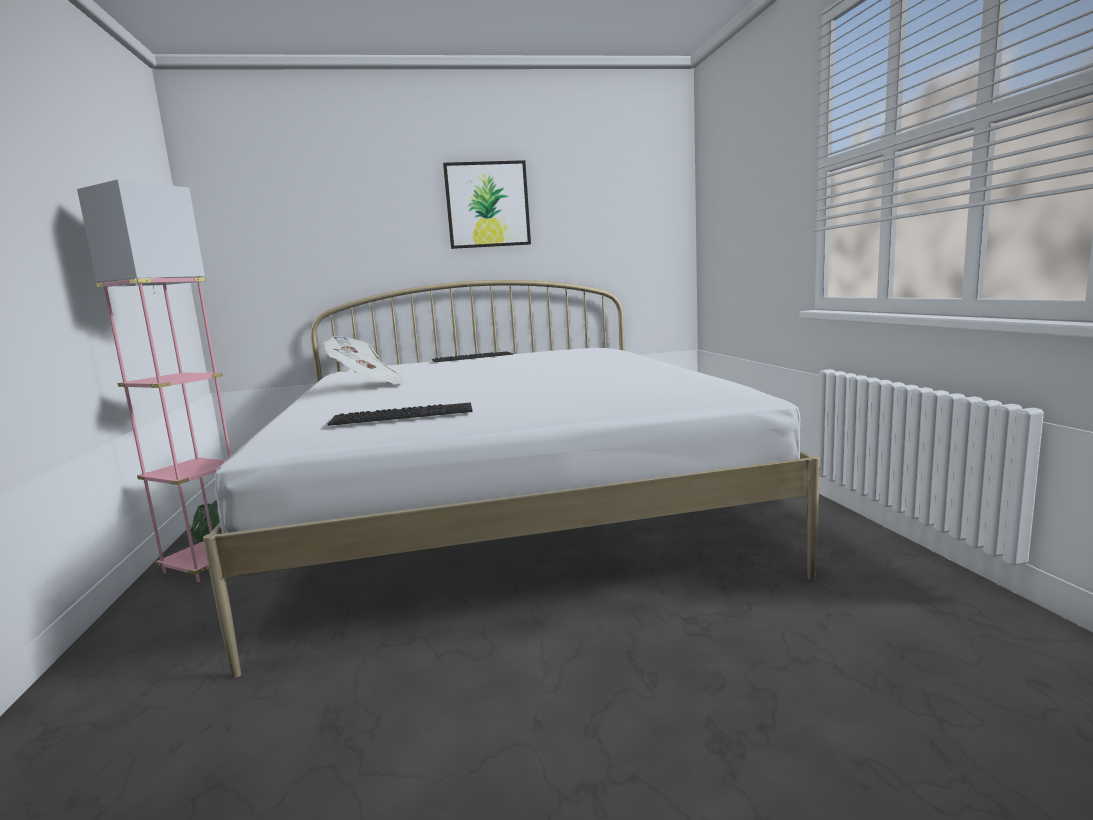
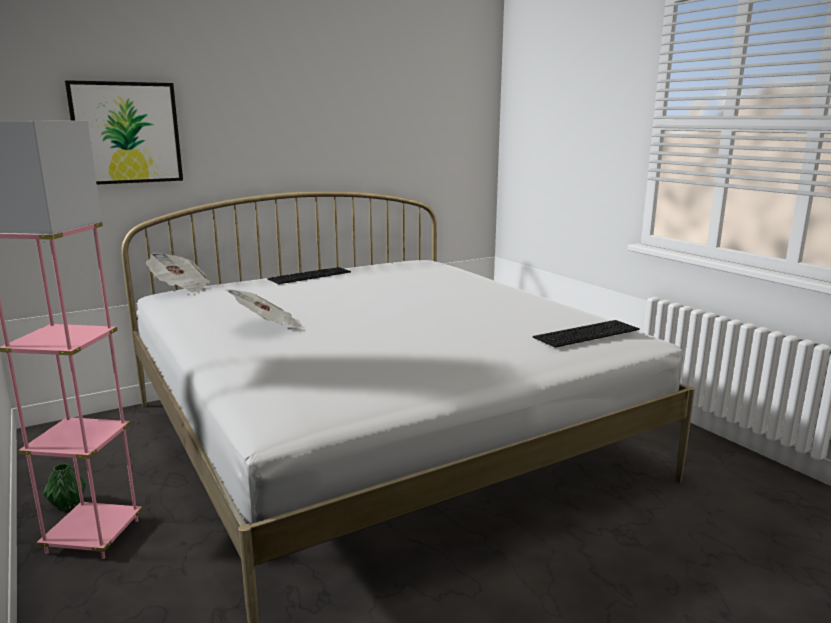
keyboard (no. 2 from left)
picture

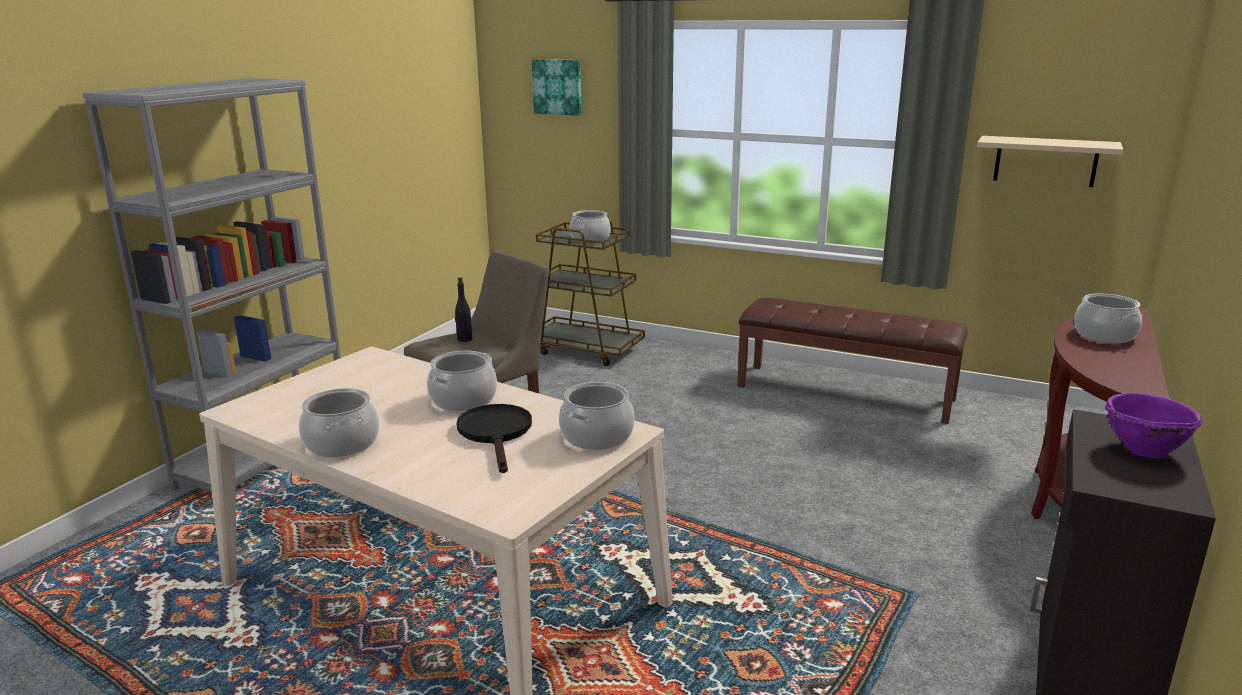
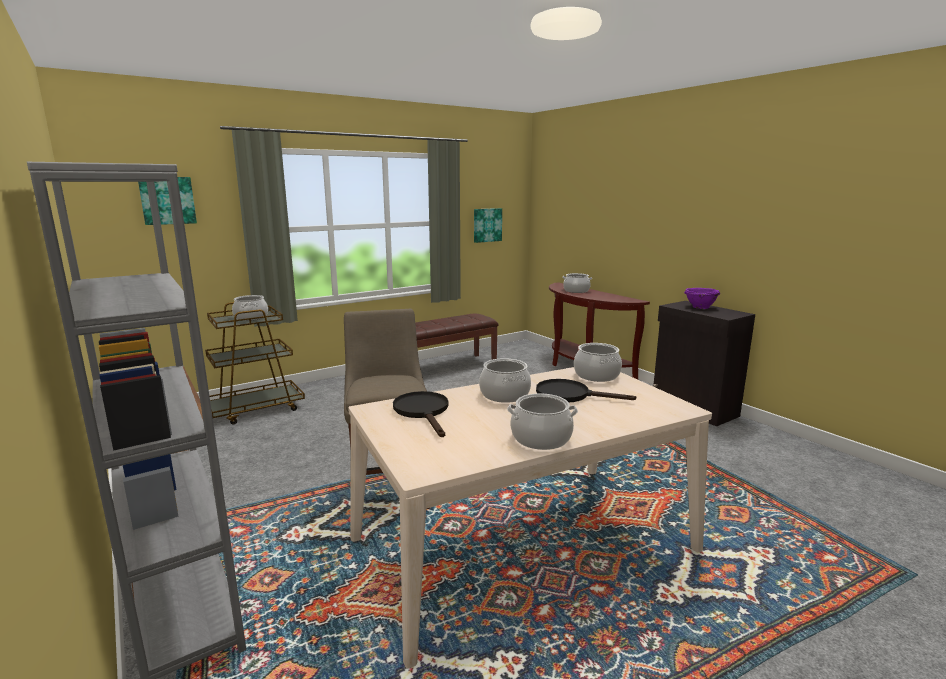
black bottle
picture (no. 2 from left)
black frying pan (no. 1 from left)

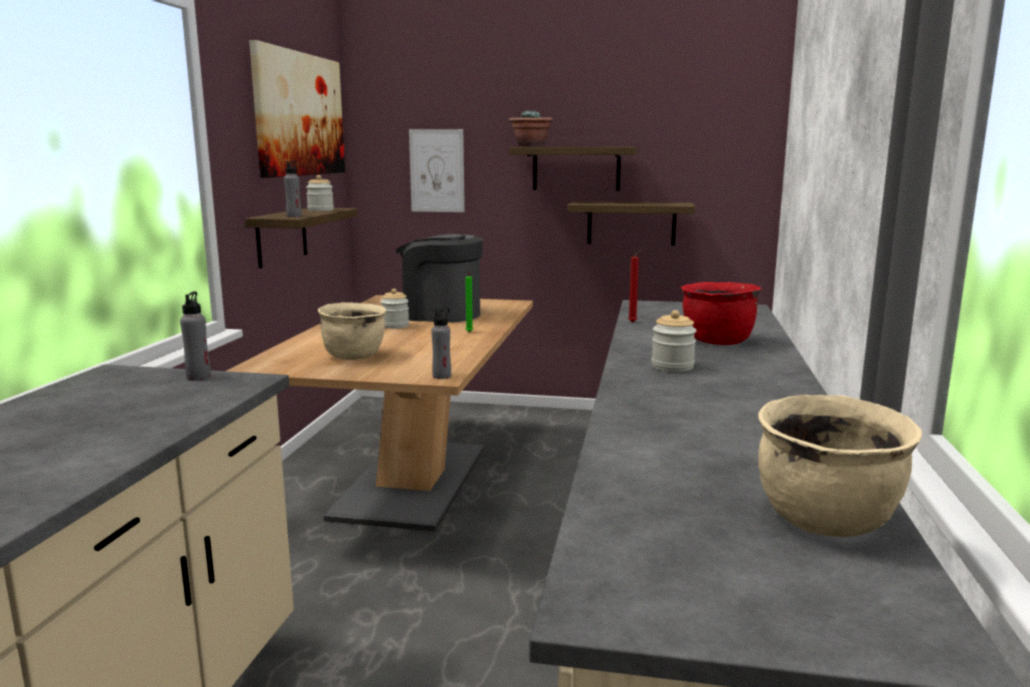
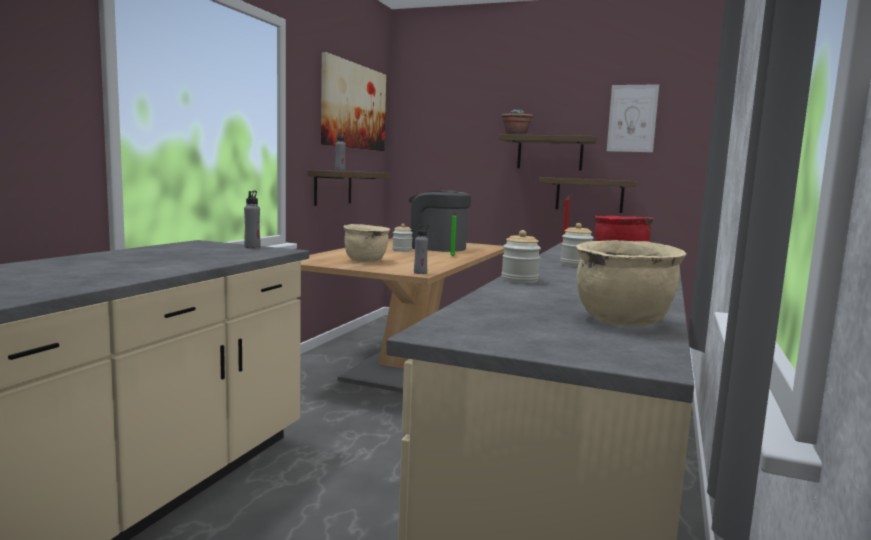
jar (no. 2 from left)
picture (no. 2 from left)

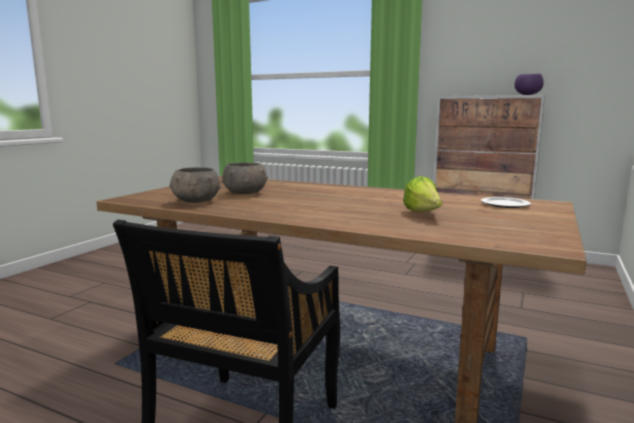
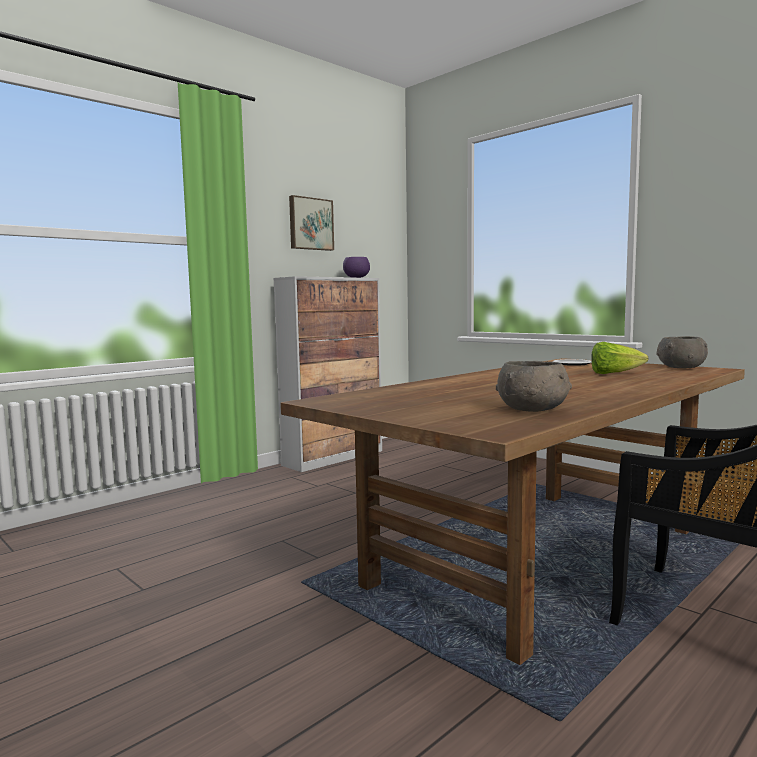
grey bowl (no. 2 from left)
picture

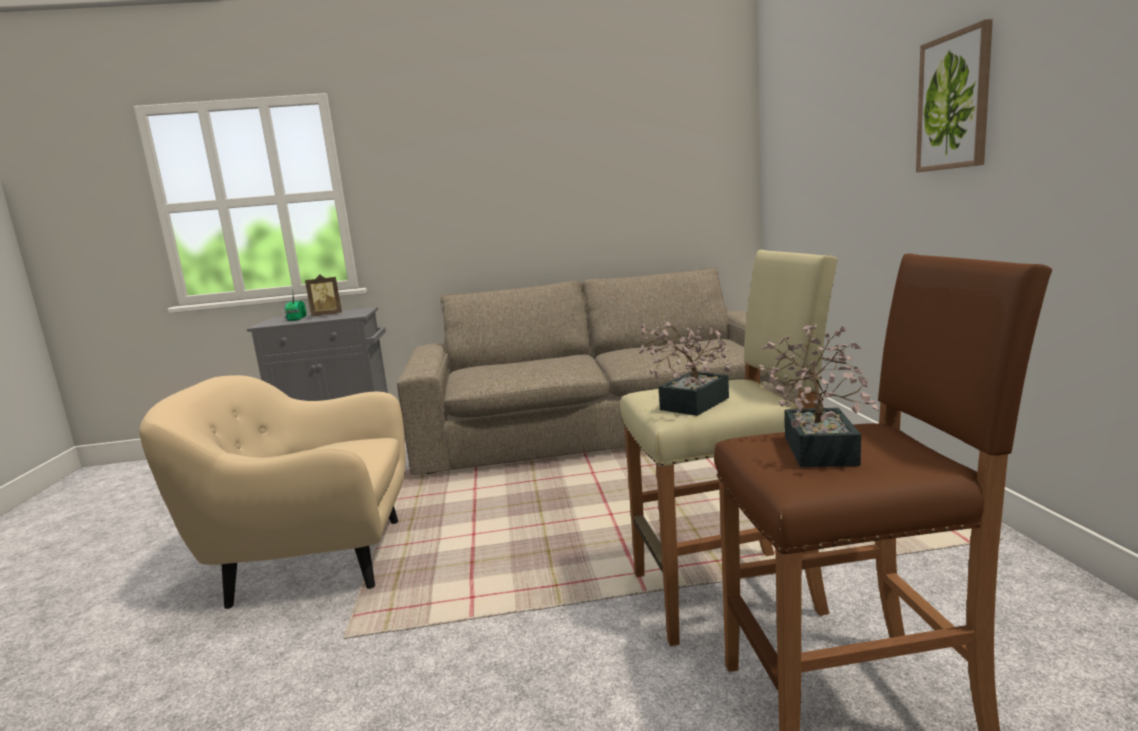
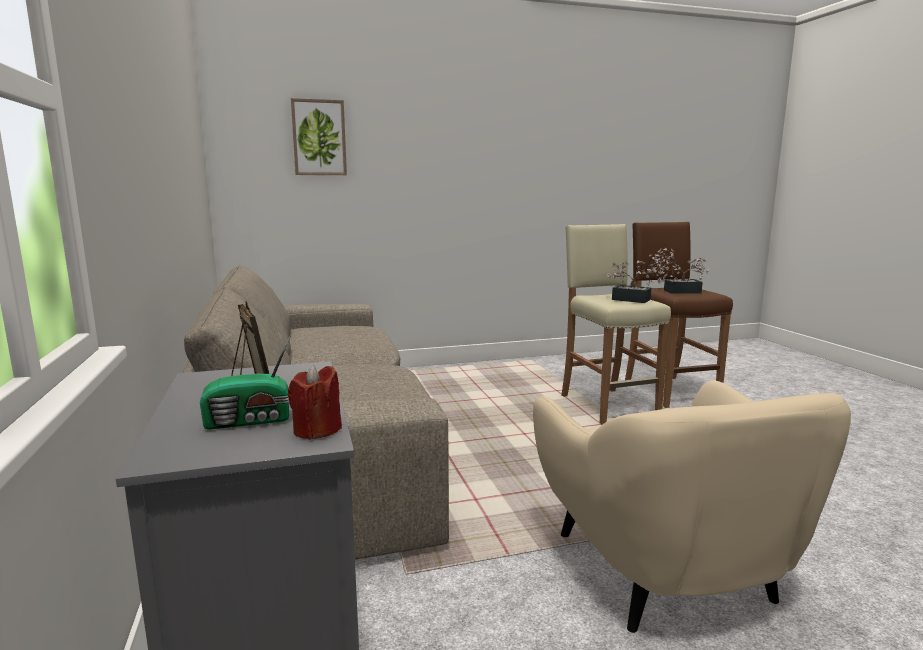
picture
red candle

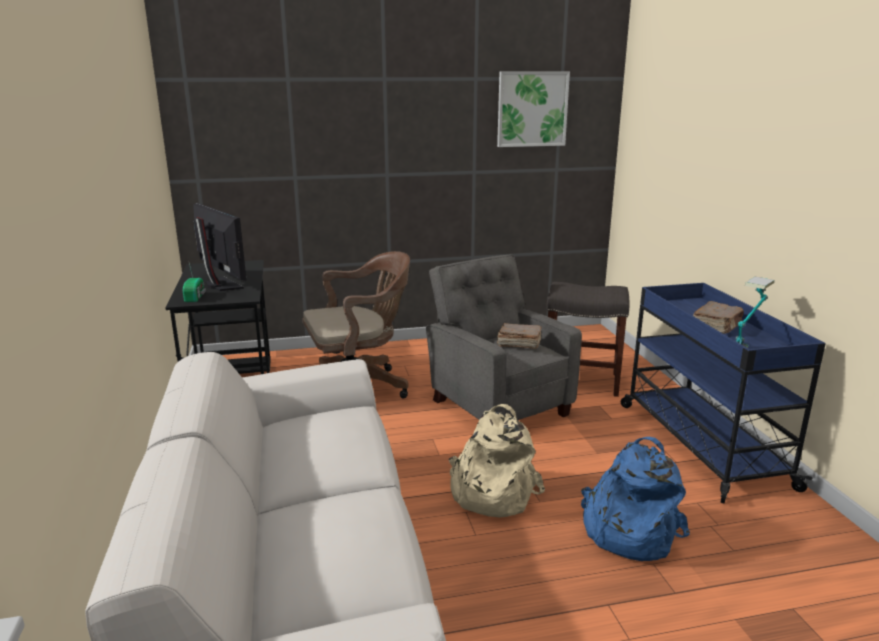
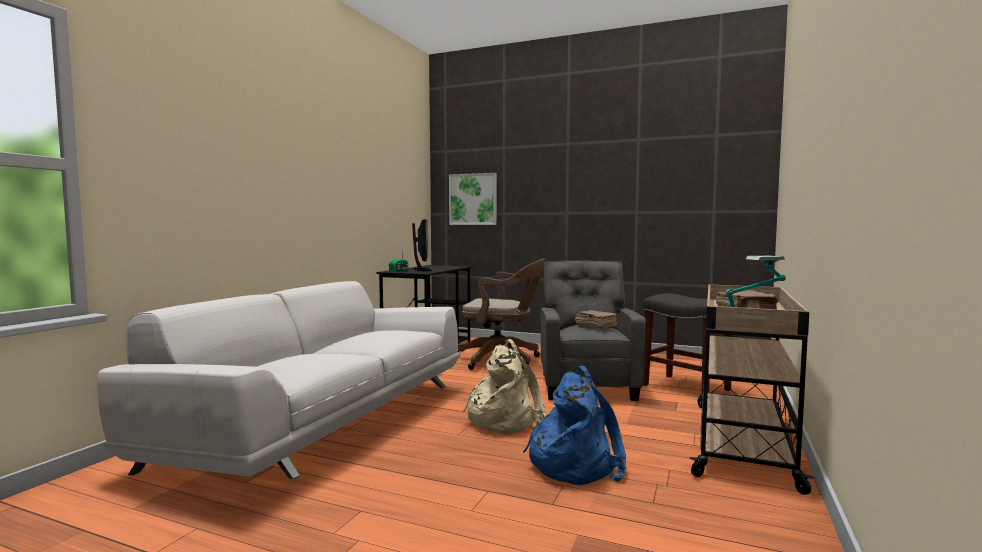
picture
beige cart

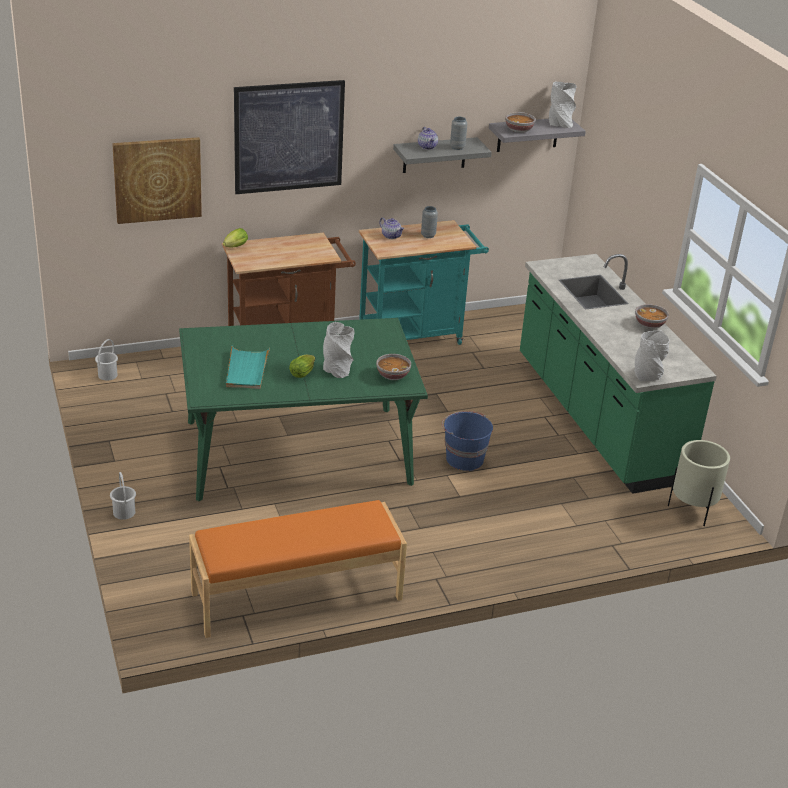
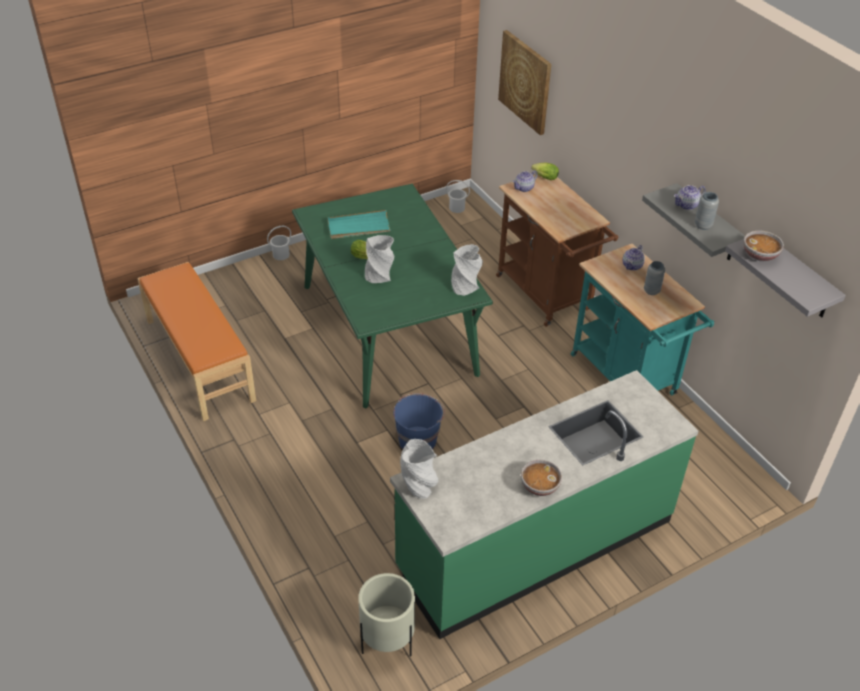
picture (no. 2 from left in the first image)
bowl (no. 1 from left in the first image)
grey vase (no. 3 from left)
teapot (no. 1 from left)

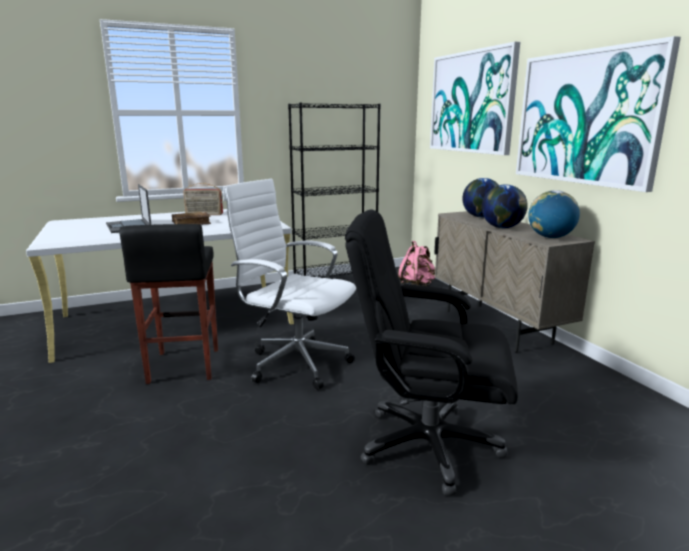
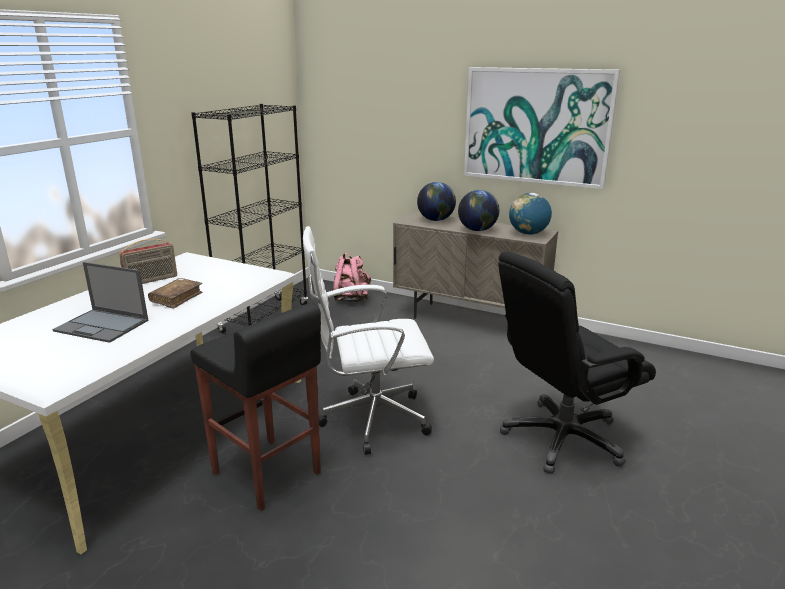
picture (no. 1 from left in the first image)

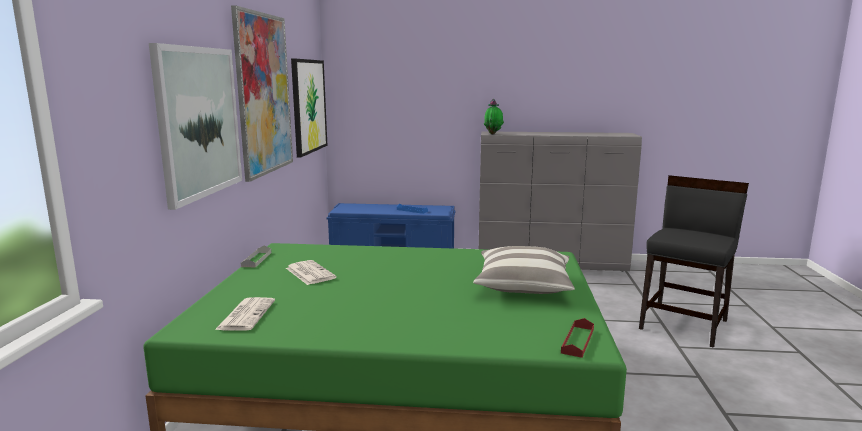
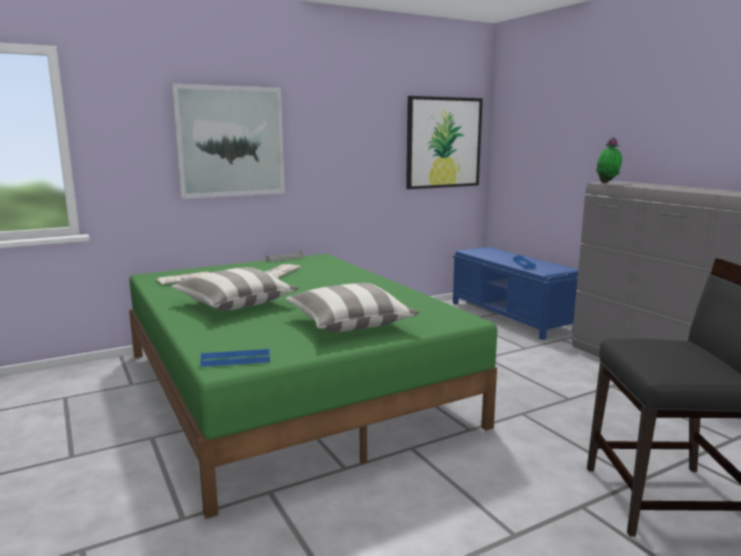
picture (no. 2 from left in the first image)
blue tray (no. 1 from left)
pillow (no. 1 from left)

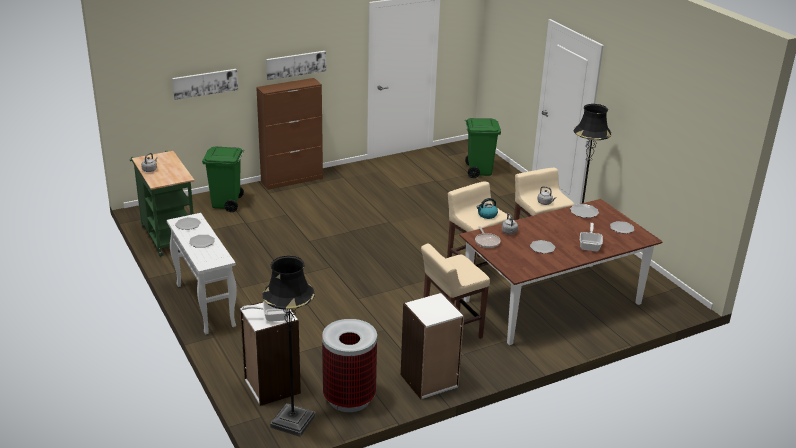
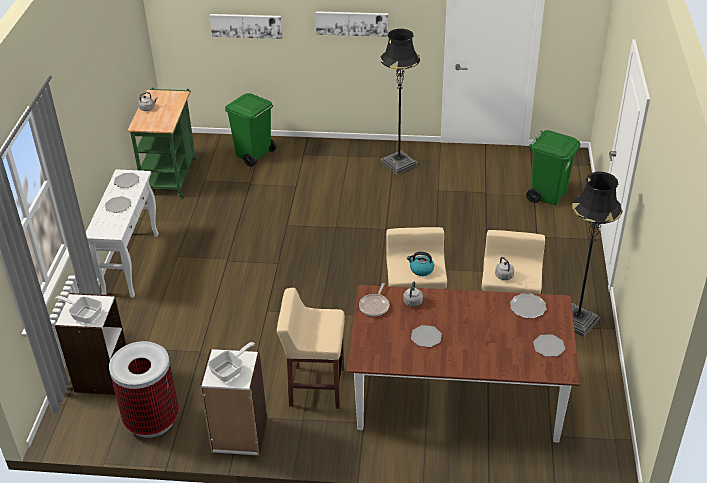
brown cabinet
black floor lamp (no. 1 from left)
frying pan (no. 2 from left)

